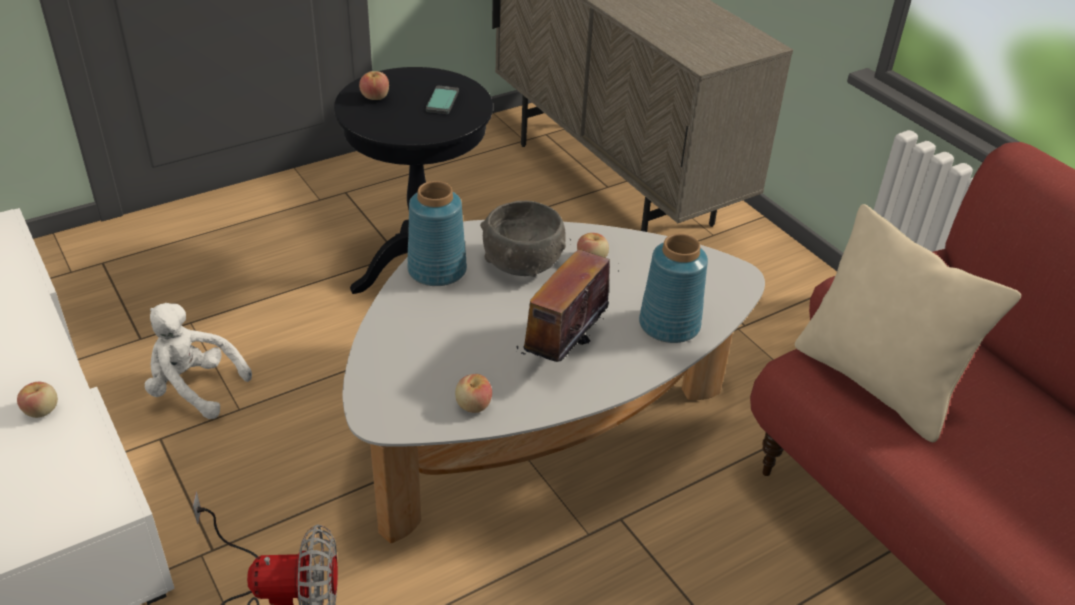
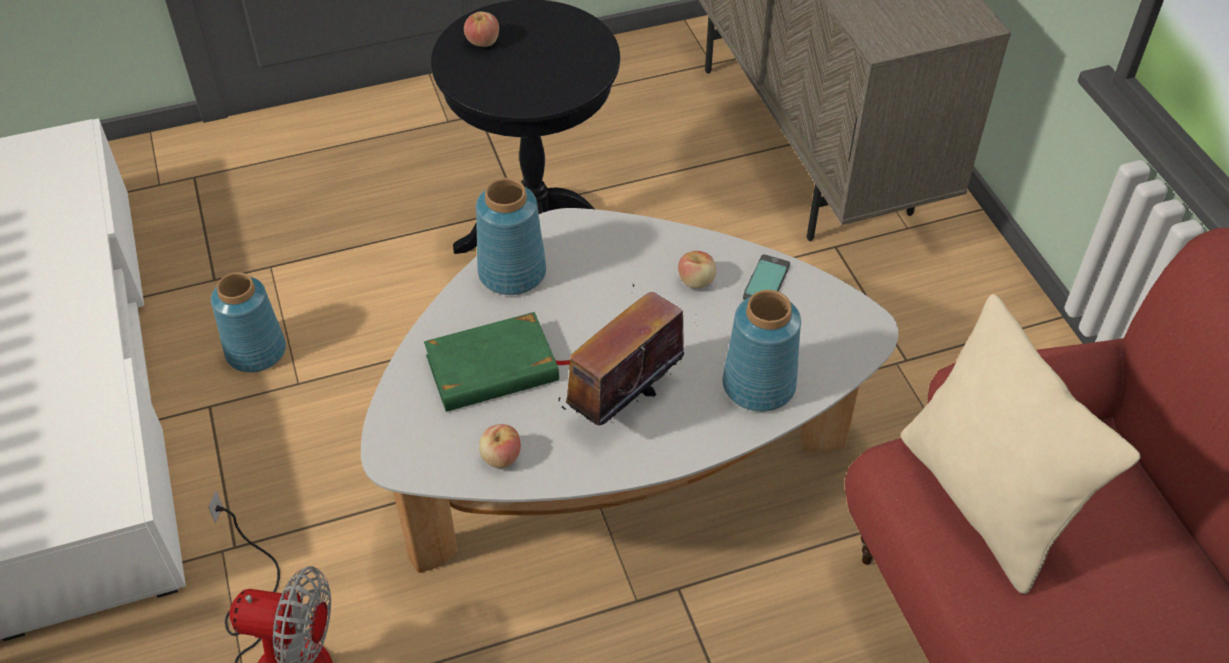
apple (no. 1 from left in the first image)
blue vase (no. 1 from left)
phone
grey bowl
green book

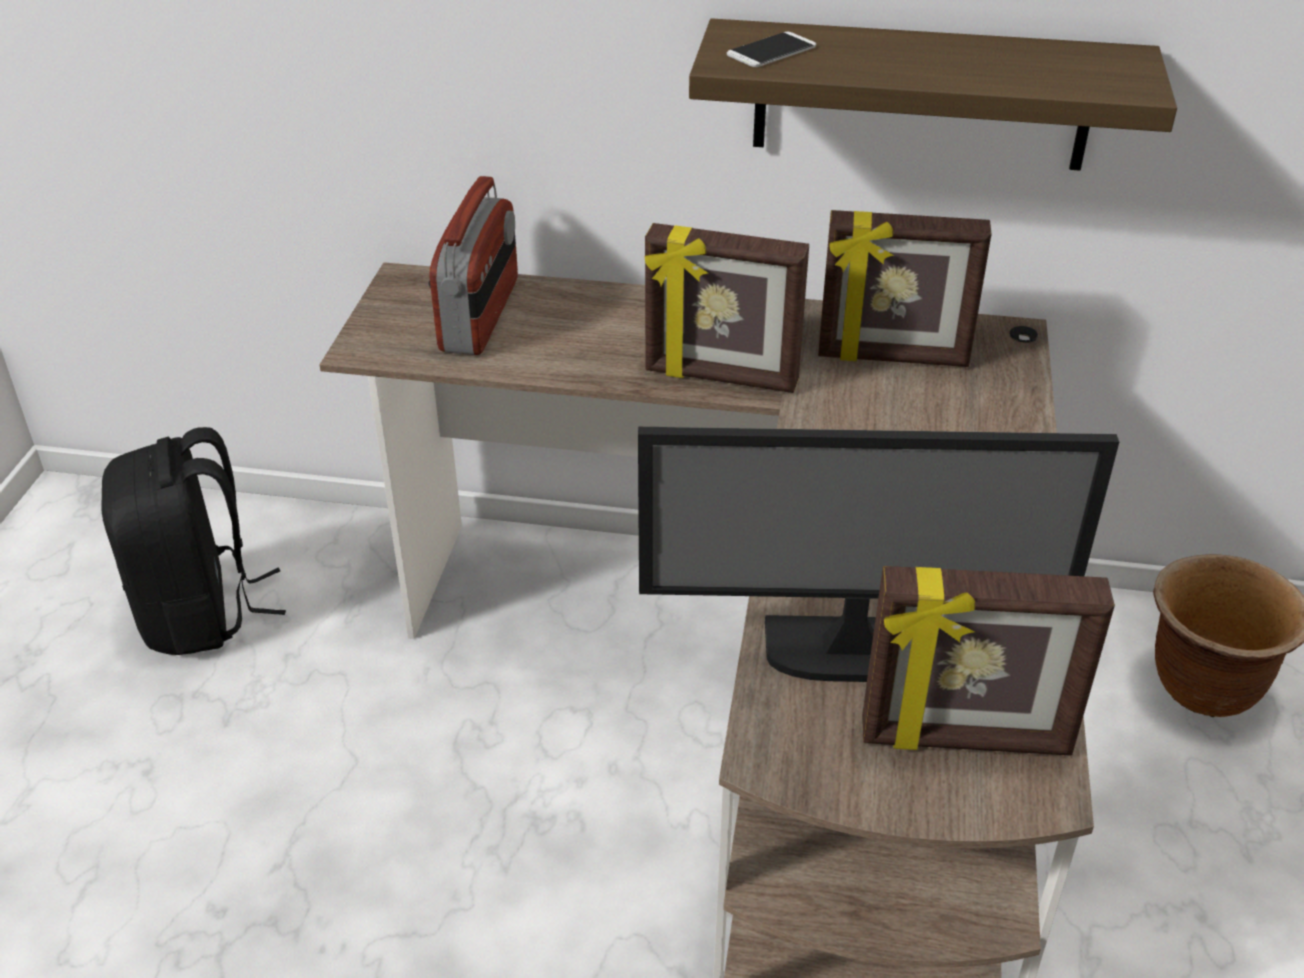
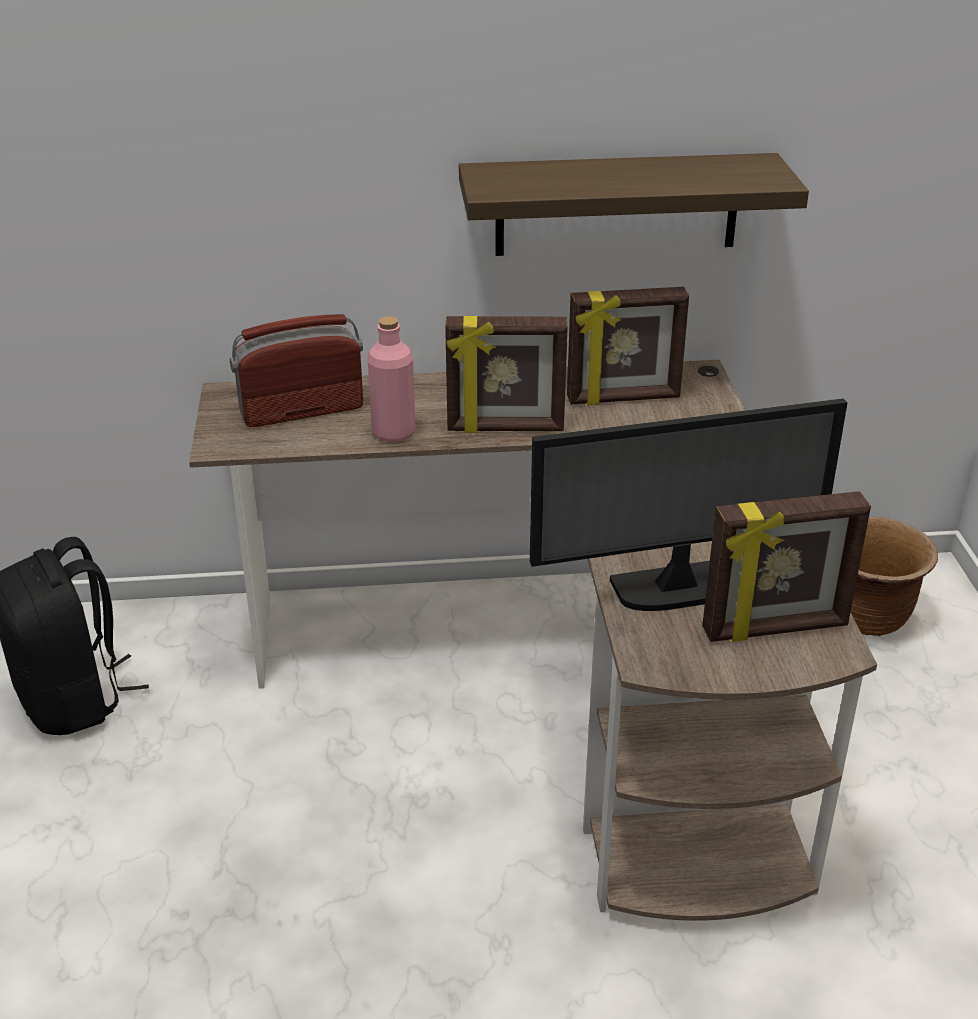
radio
phone
pink bottle

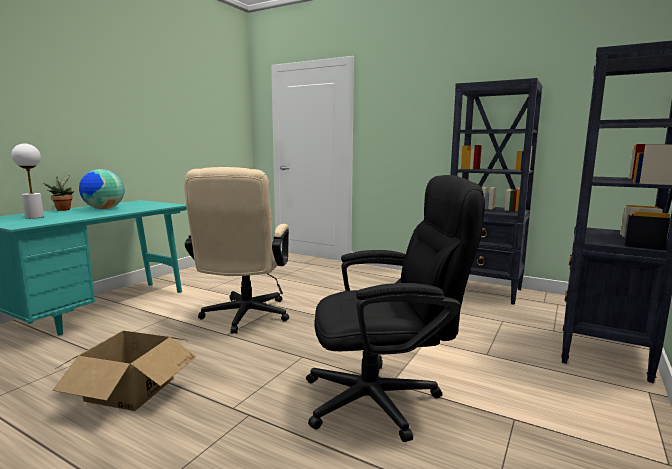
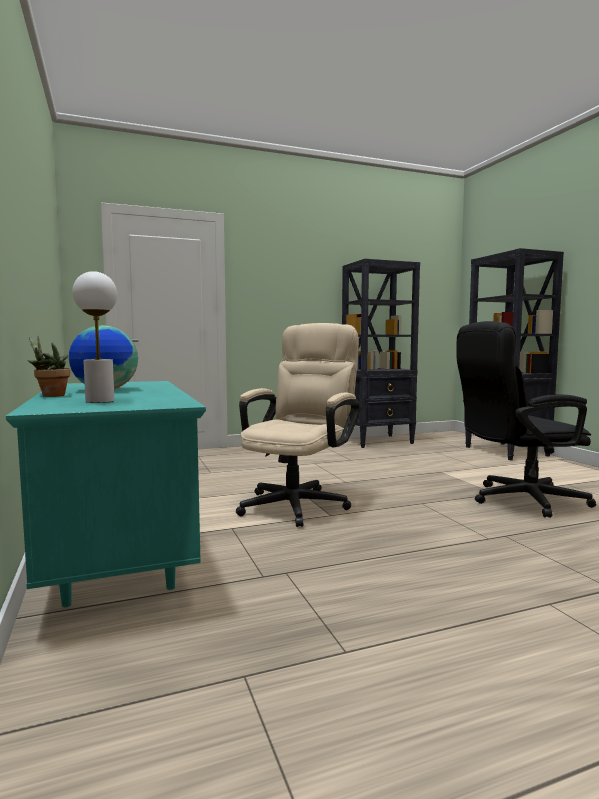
cardboard box
beige office chair
black office chair

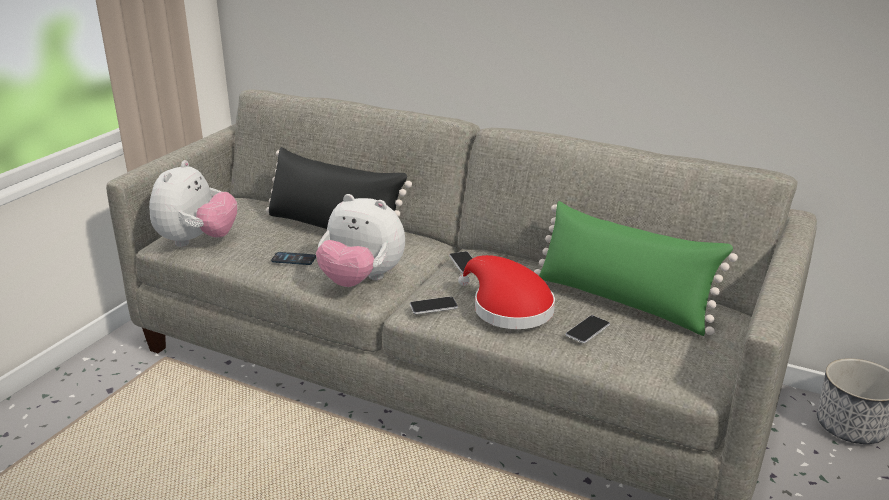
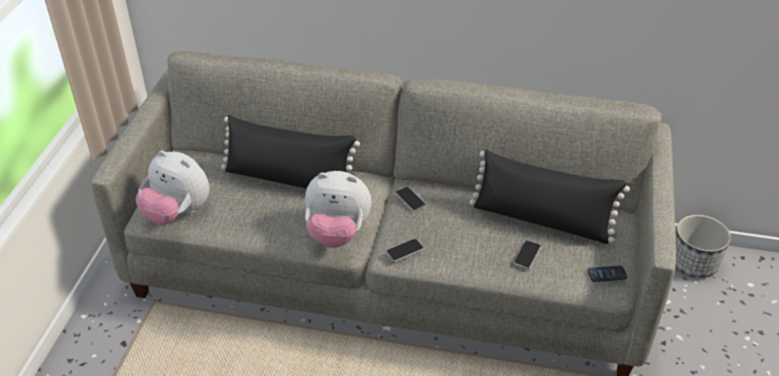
plush toy (no. 1 from left)
phone (no. 4 from left)
red hat
black pillow (no. 2 from left)

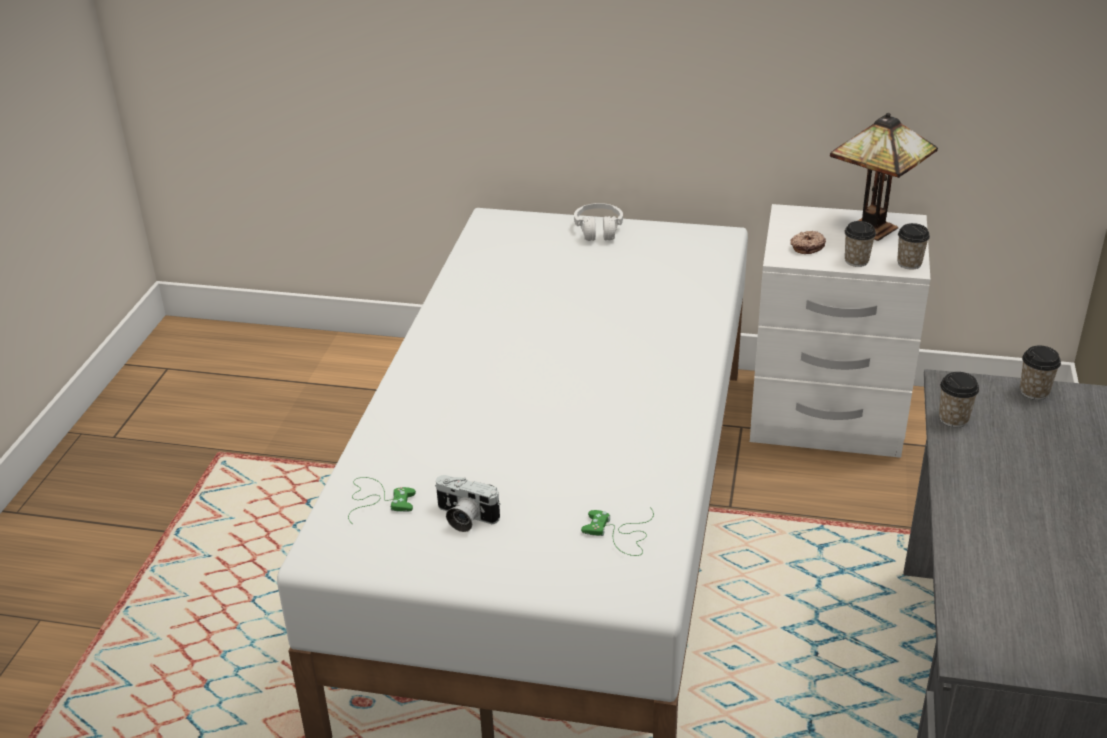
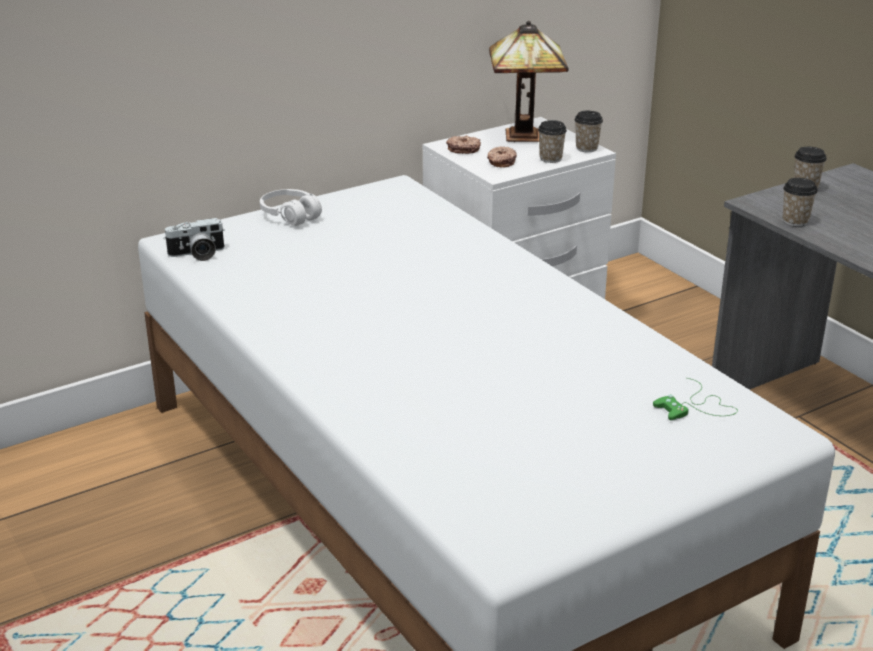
green game controller (no. 1 from left in the first image)
photo camera
donut (no. 1 from left)

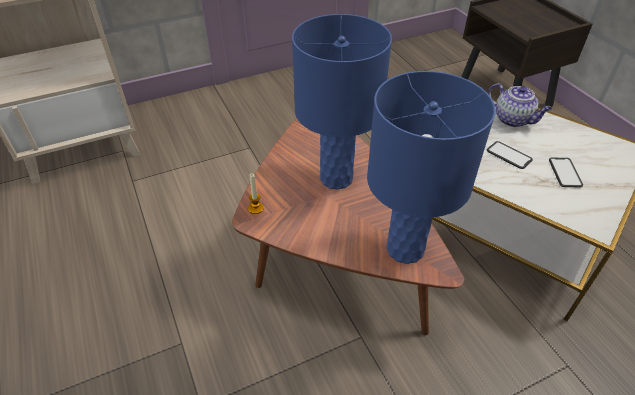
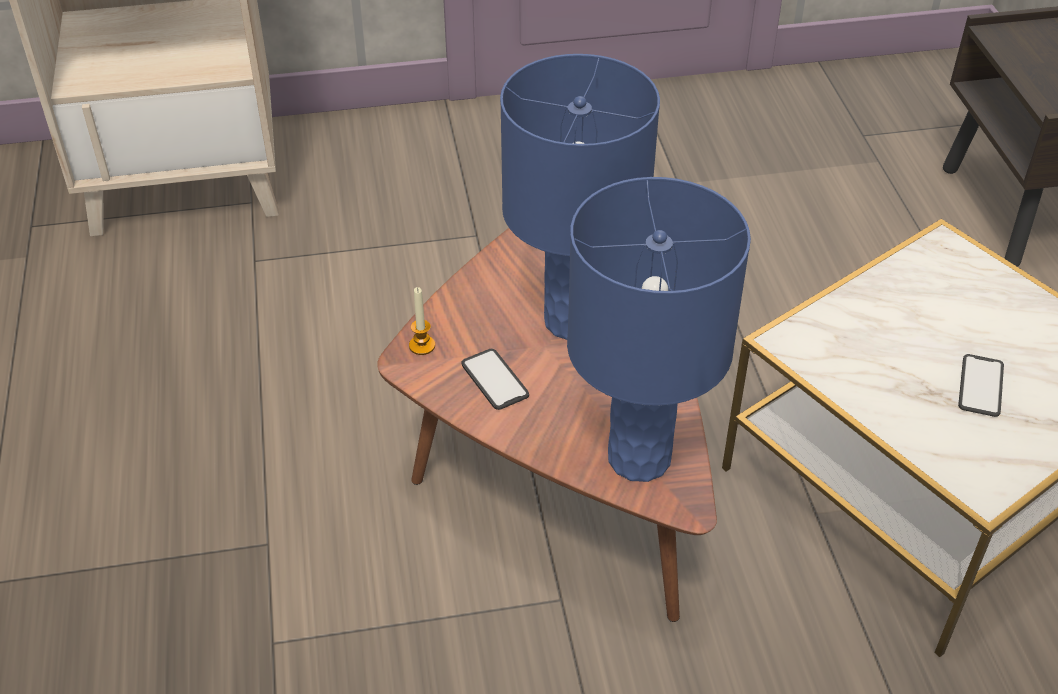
phone (no. 1 from left)
teapot

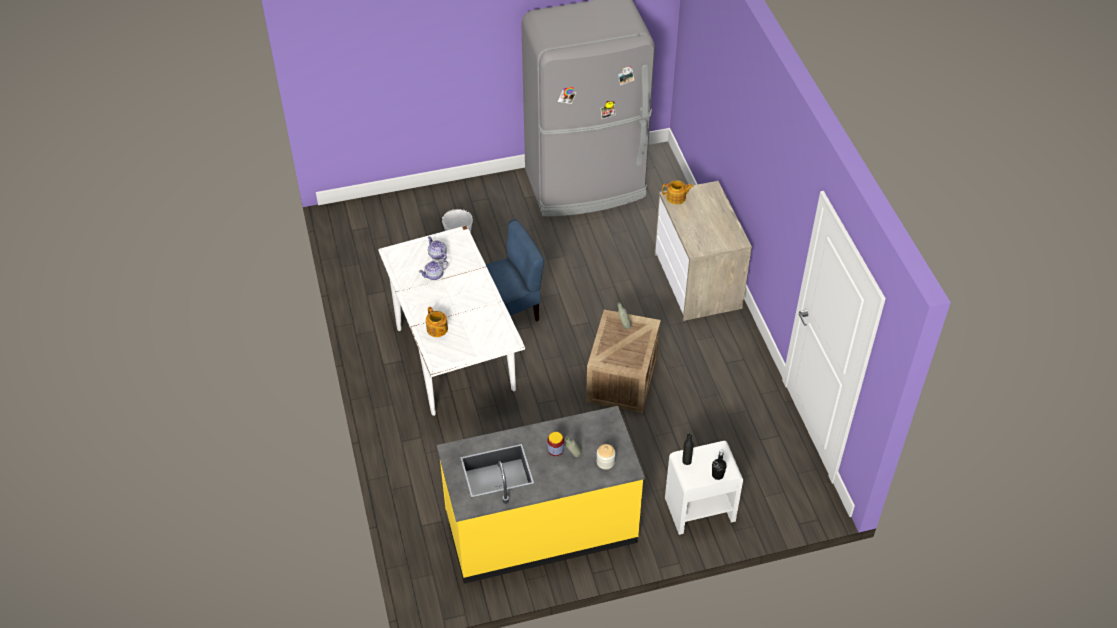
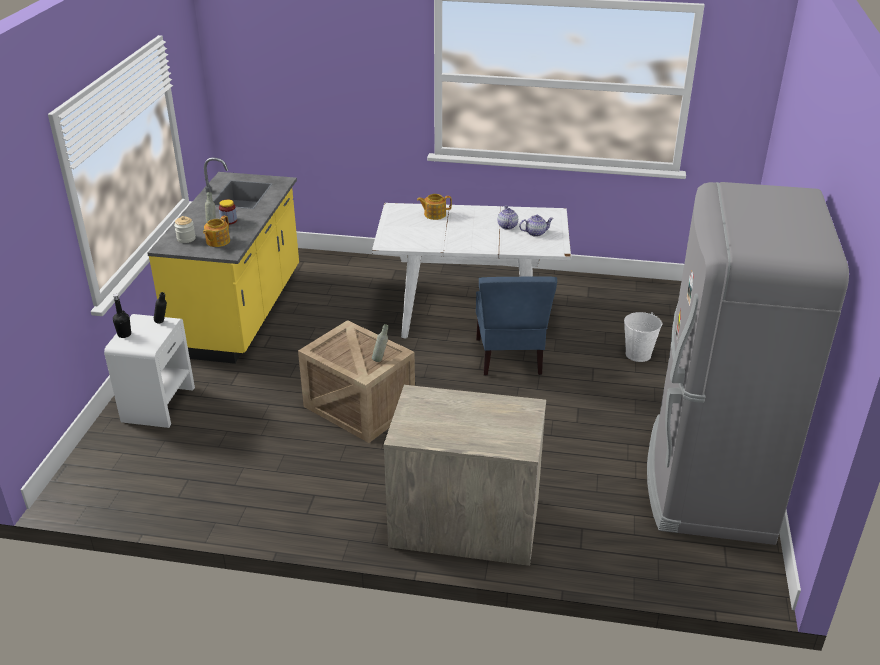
teapot (no. 1 from left)

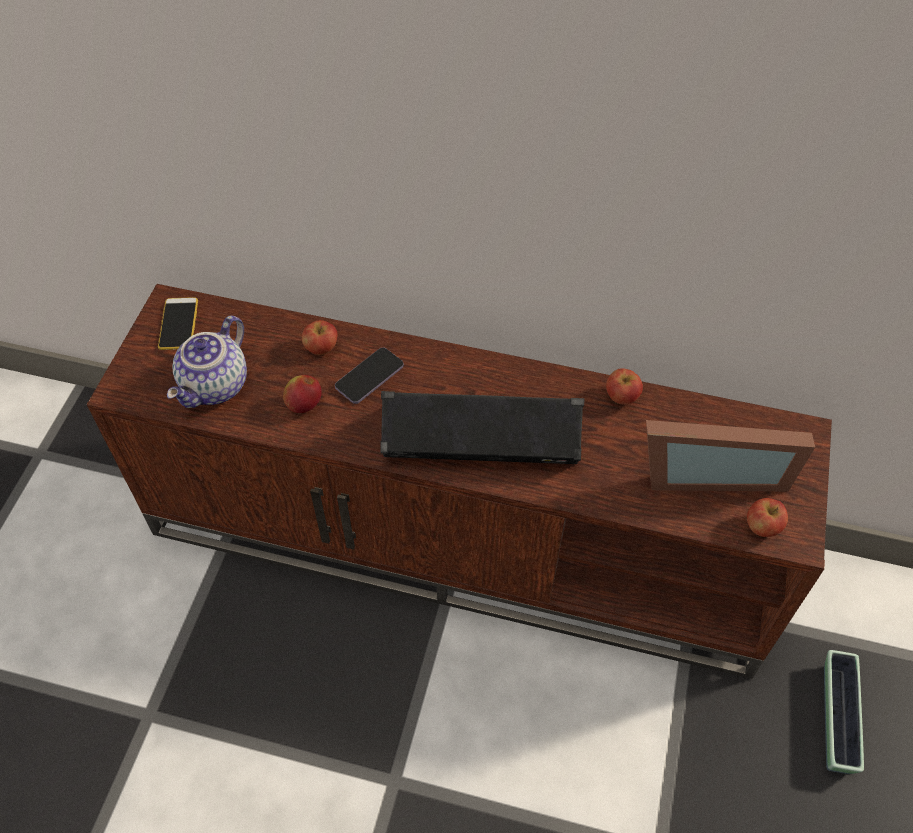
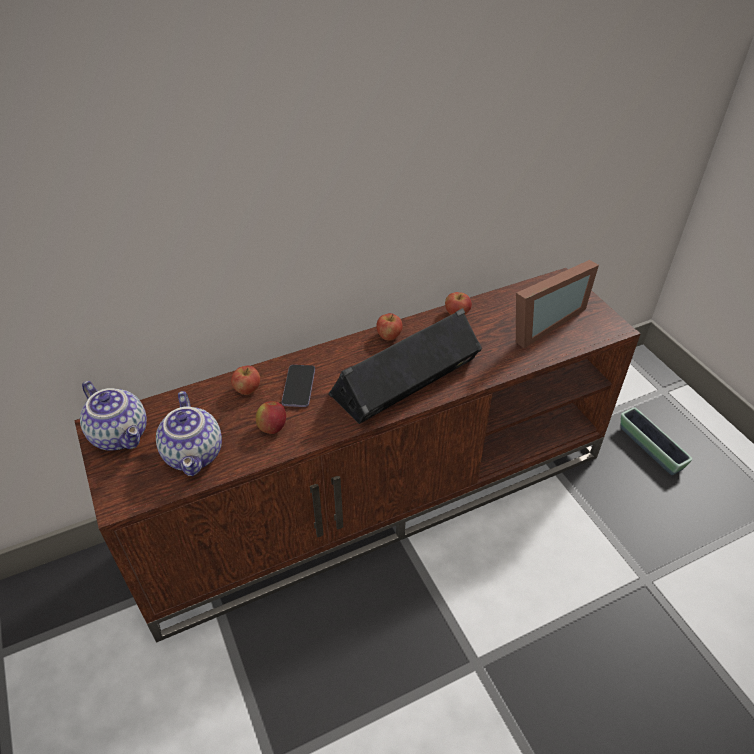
teapot (no. 1 from left)
apple (no. 3 from left)

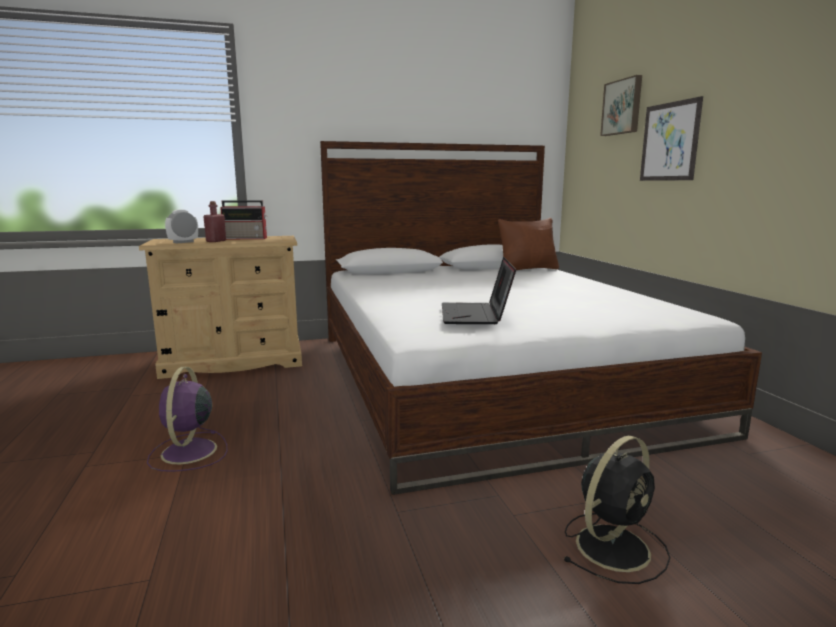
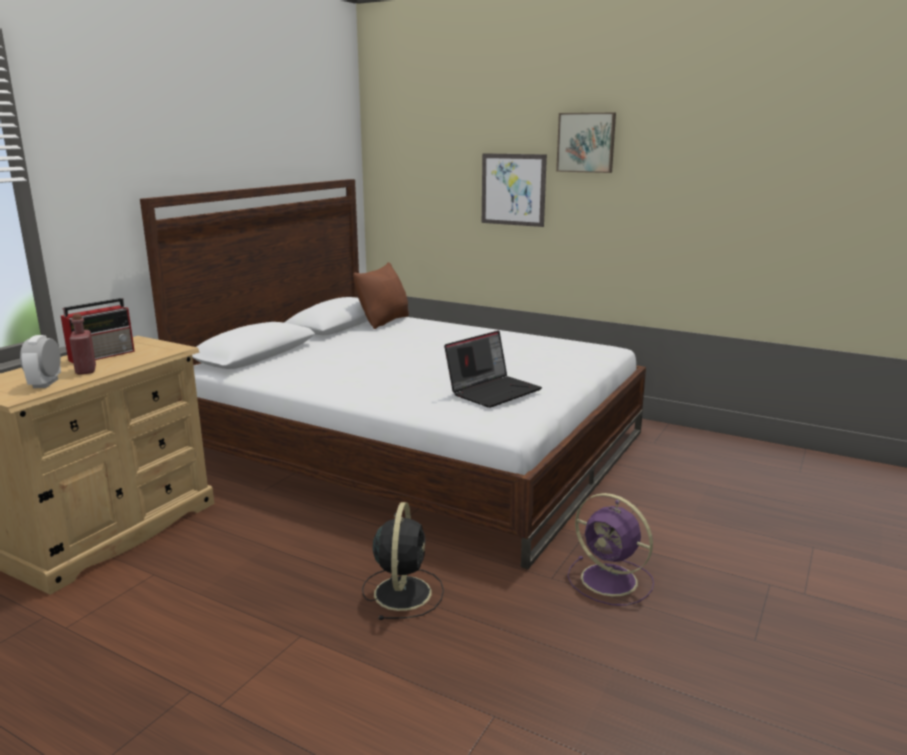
purple fan
laptop
black fan
picture (no. 2 from left)

